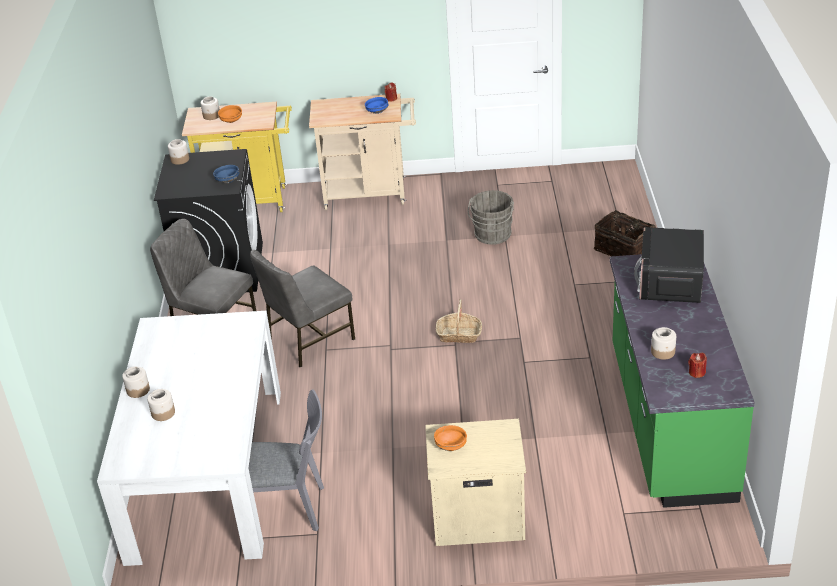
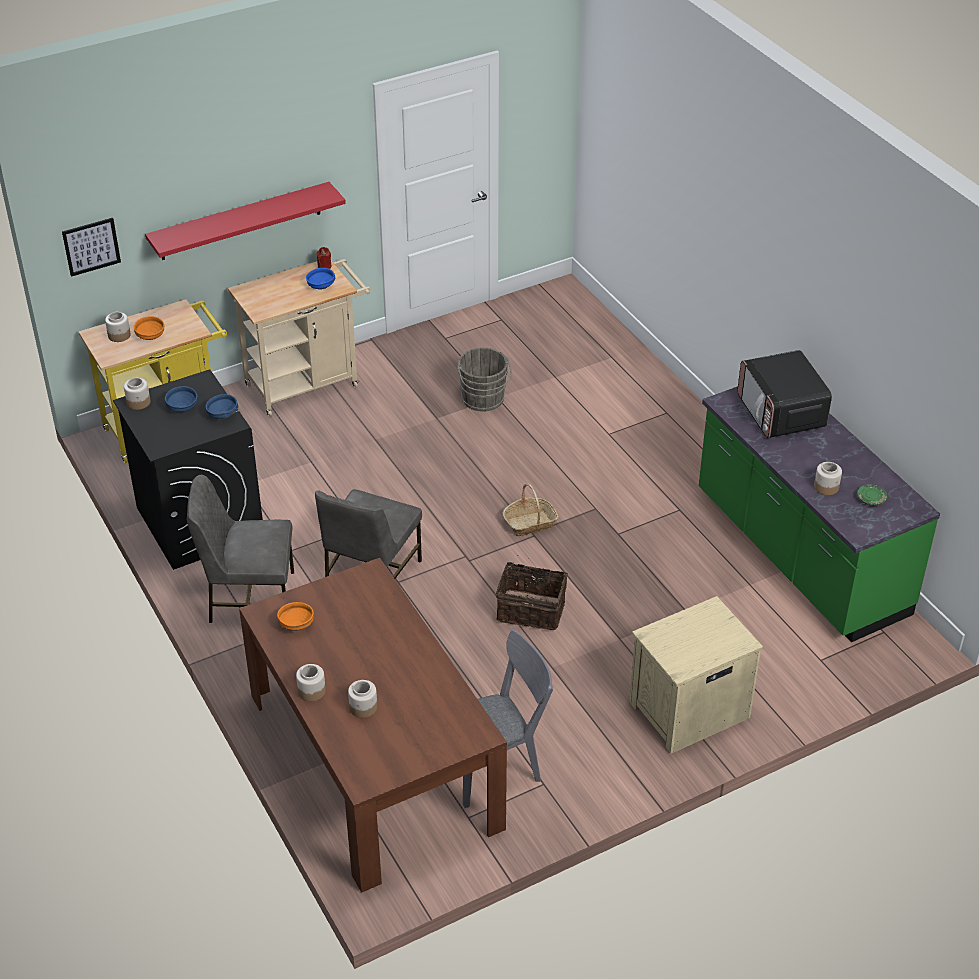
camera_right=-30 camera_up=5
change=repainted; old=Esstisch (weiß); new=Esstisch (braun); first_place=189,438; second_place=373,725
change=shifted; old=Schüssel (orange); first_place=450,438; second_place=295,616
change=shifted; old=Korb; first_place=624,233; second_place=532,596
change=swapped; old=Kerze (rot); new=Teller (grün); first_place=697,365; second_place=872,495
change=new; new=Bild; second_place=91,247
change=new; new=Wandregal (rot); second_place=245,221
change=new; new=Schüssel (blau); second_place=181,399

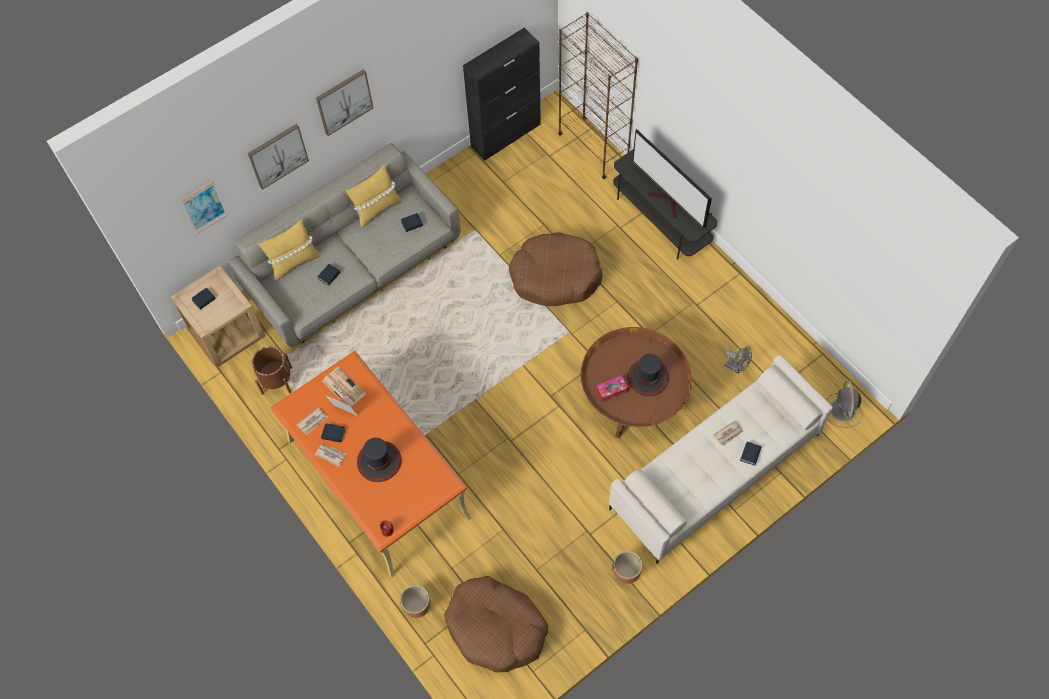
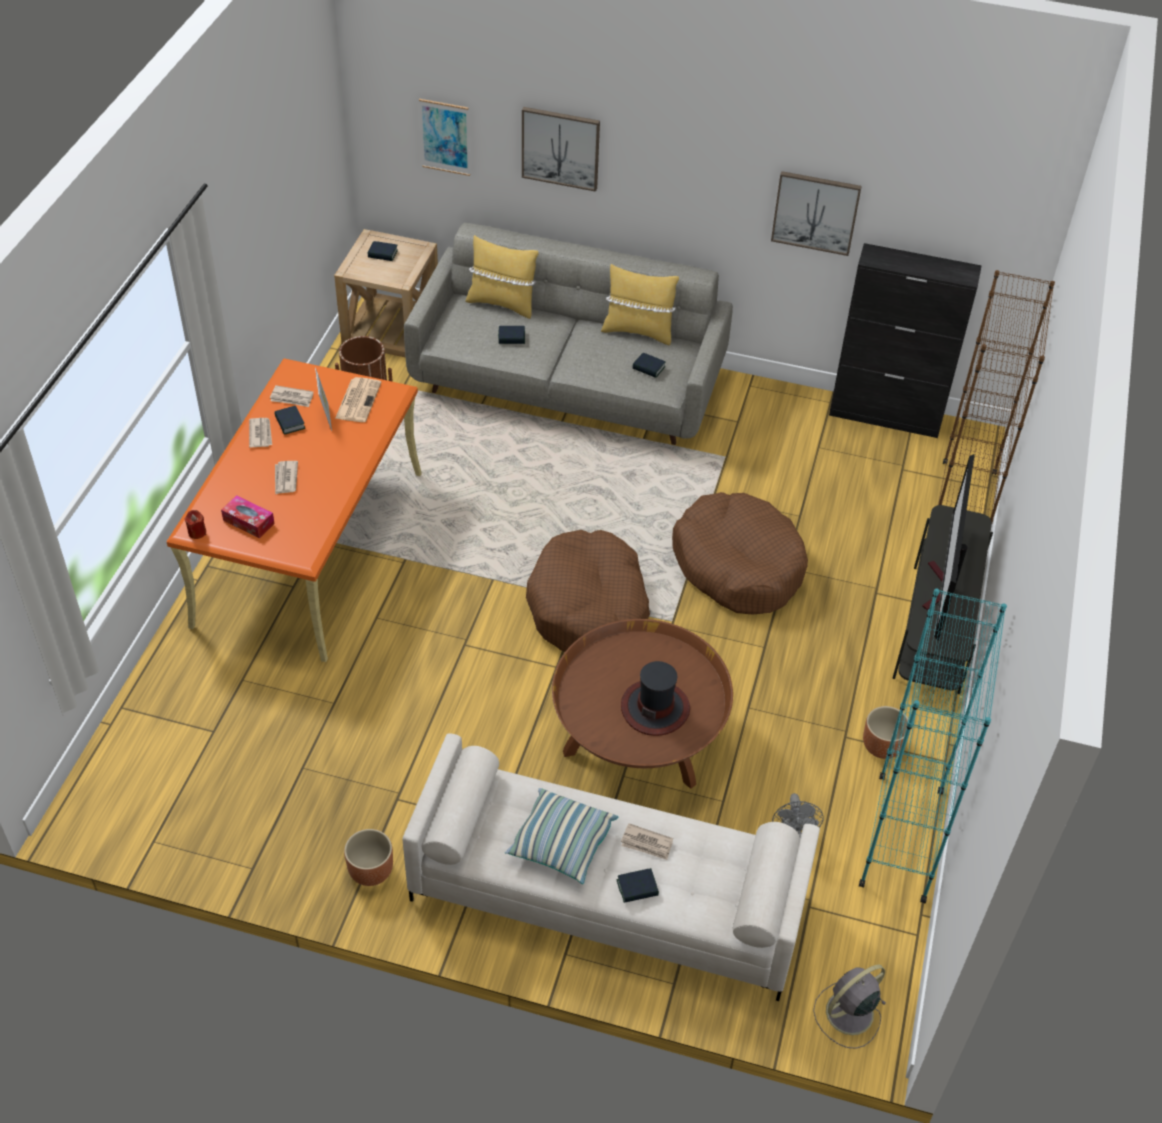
camera_right=50 camera_up=-15
change=shifted; old=Bild; first_place=344,102; second_place=816,213
change=swapped; old=Hut; new=Zeitung; first_place=379,460; second_place=286,478
change=shifted; old=Pflanzkübel (braun); first_place=415,601; second_place=886,732
change=shifted; old=Hundebett (braun); first_place=496,624; second_place=588,591
change=shifted; old=Taschentuchbox; first_place=612,388; second_place=248,516
change=new; new=Kissen; second_place=561,836
change=new; new=Bücherregal (türkis); second_place=933,745

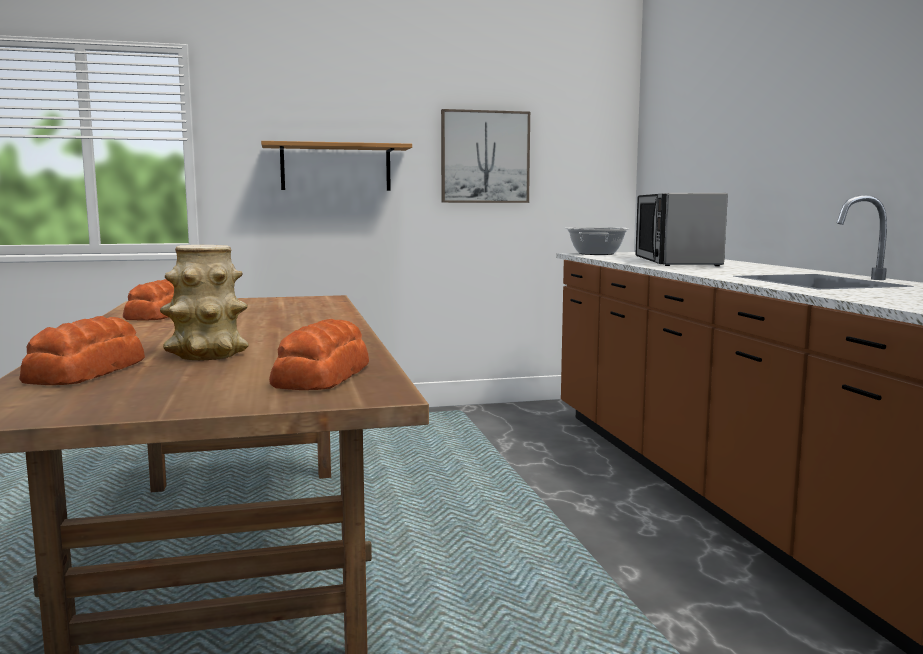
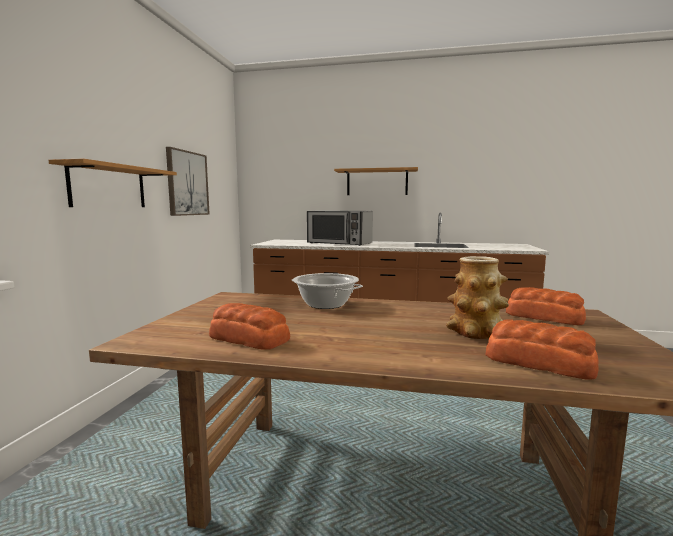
camera_right=-65 camera_up=0
change=shifted; old=Kochtopf; first_place=597,241; second_place=327,291
change=new; new=Wandregal; second_place=376,181

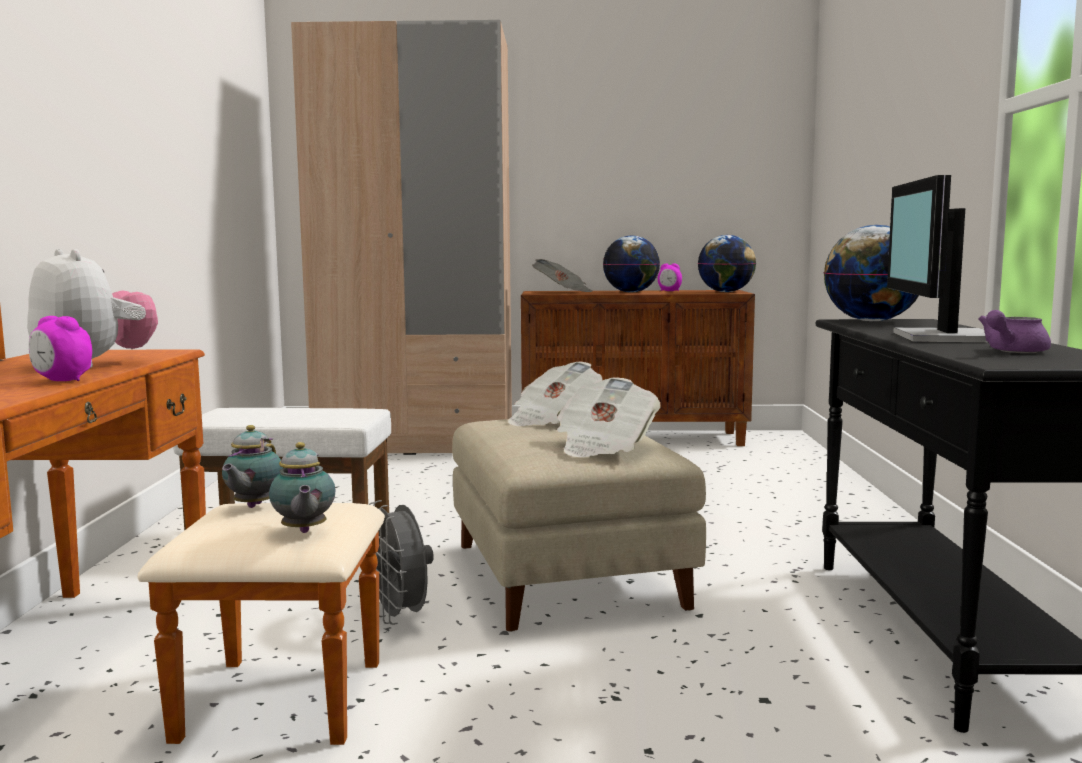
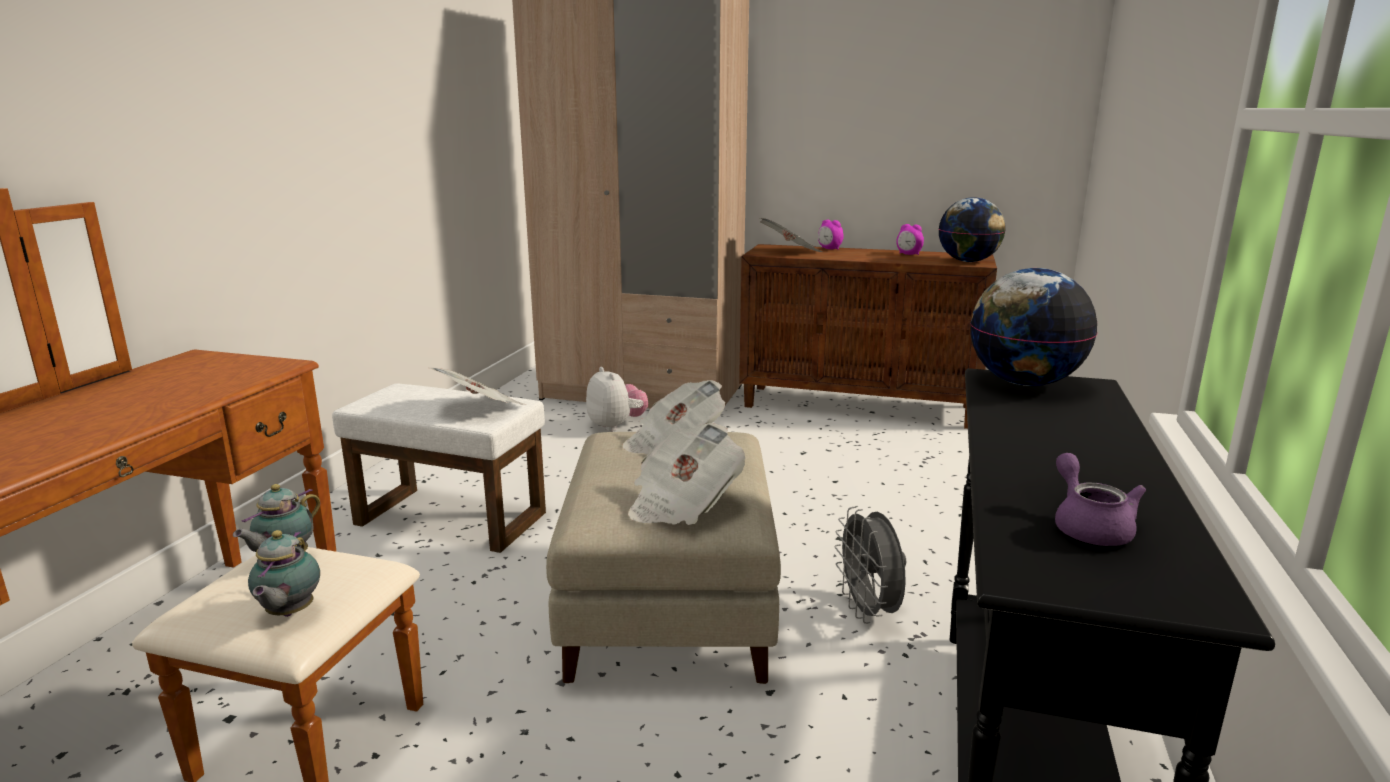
camera_right=15 camera_up=10
change=shifted; old=Plüschtier; first_place=92,308; second_place=617,399
change=shifted; old=Wecker; first_place=60,348; second_place=831,234
change=shifted; old=Ventilator (grau); first_place=401,562; second_place=870,565
change=gone; old=Globus; first_place=631,264
change=gone; old=Monitor; first_place=937,258
change=rotated; old=Teekanne (lila); first_place=1014,331; second_place=1100,499; degrees=105
change=new; new=Zeitung; second_place=477,386

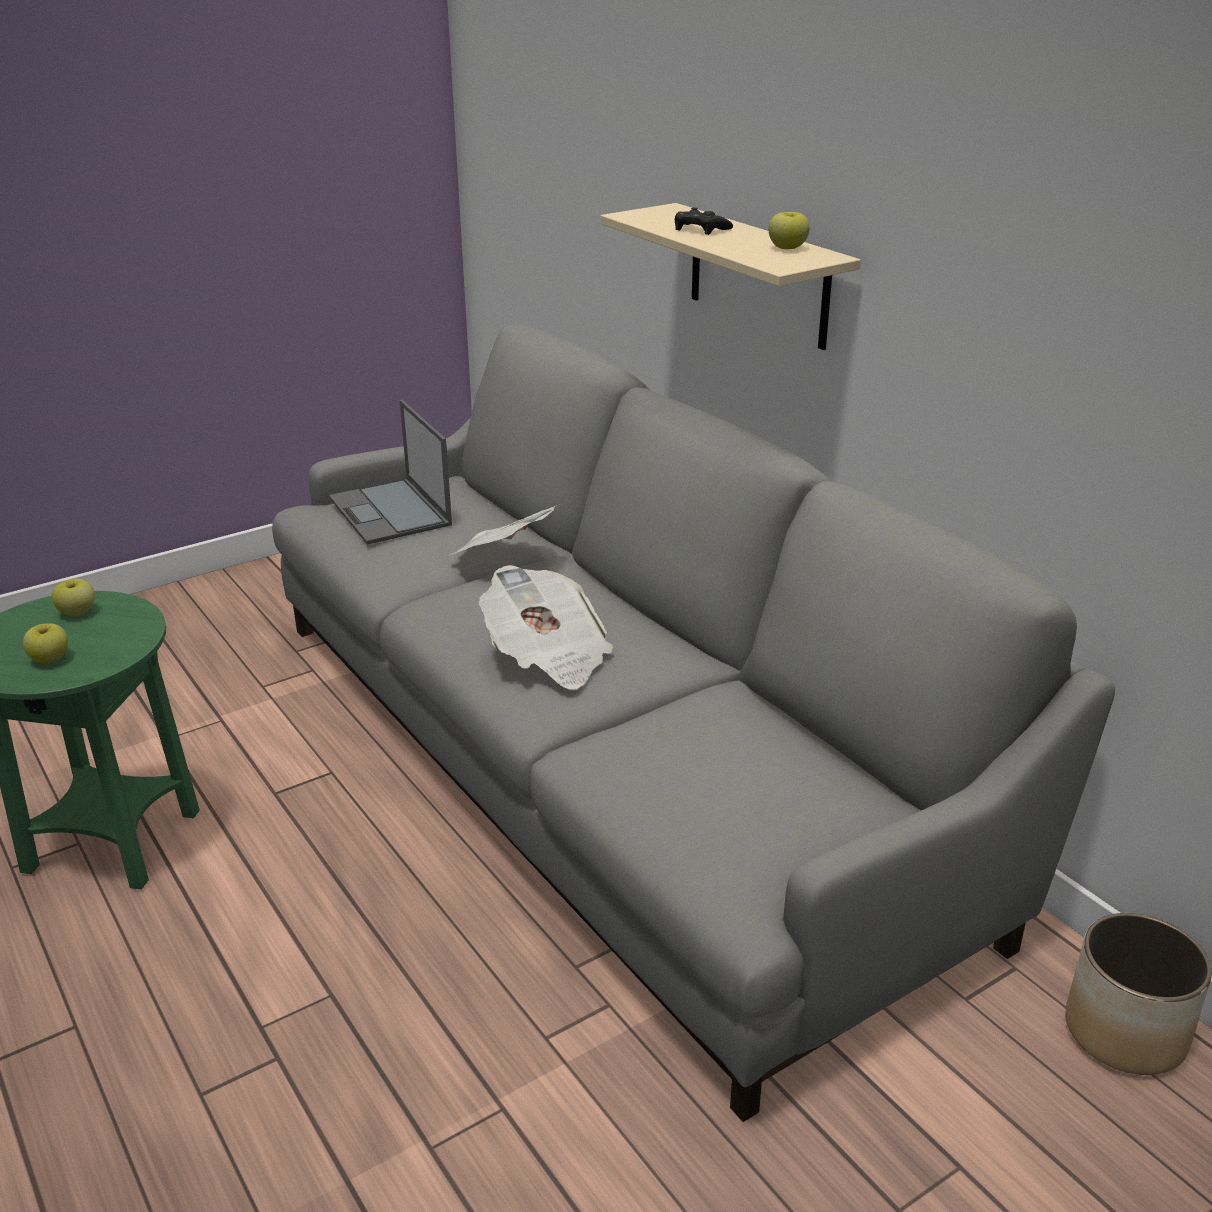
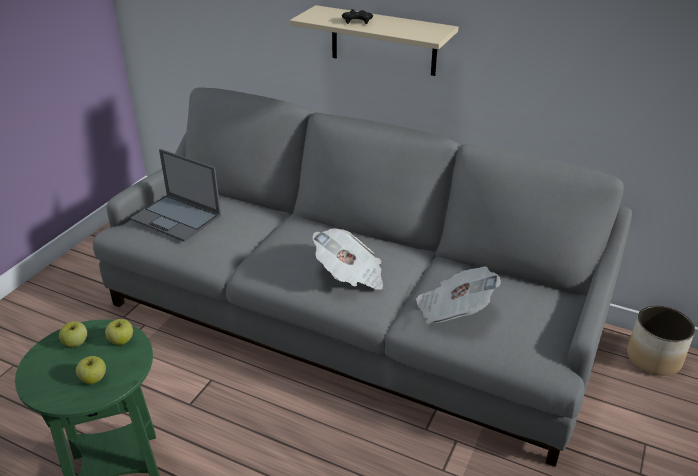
camera_right=-30 camera_up=5
change=shifted; old=Zeitung; first_place=505,529; second_place=458,295
change=shifted; old=Apfel; first_place=789,230; second_place=119,332

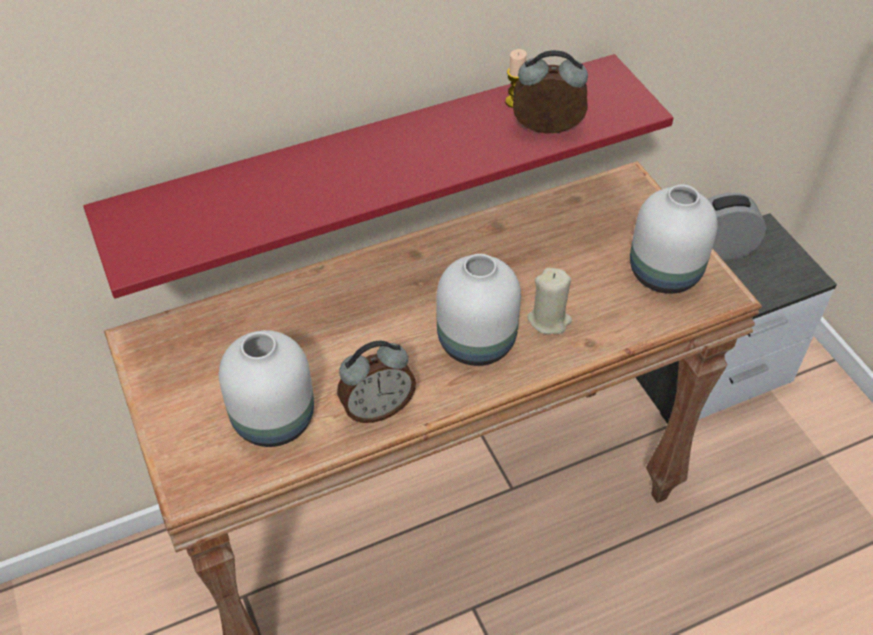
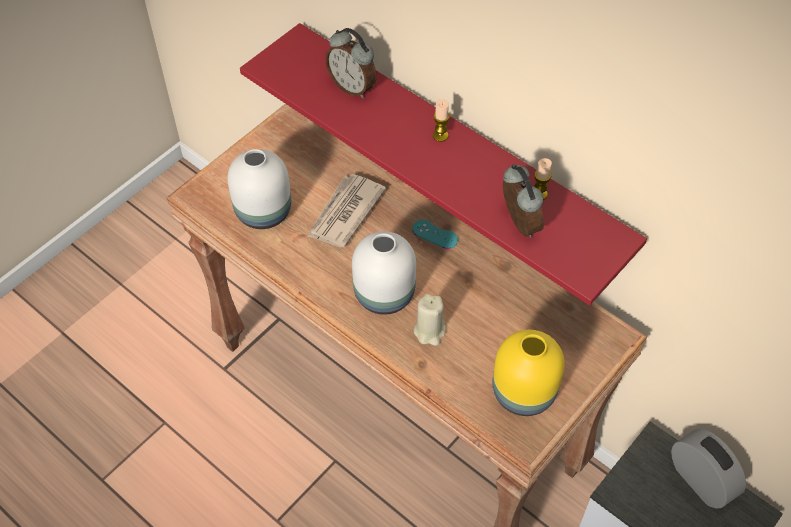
camera_right=65 camera_up=5
change=shifted; old=Wecker; first_place=376,381; second_place=351,63
change=repainted; old=Vase (weiß); new=Vase (gelb); first_place=674,239; second_place=528,373
change=new; new=Zeitung; second_place=346,210
change=new; new=Gamepad (türkis); second_place=435,234
change=new; new=Kerze; second_place=441,120

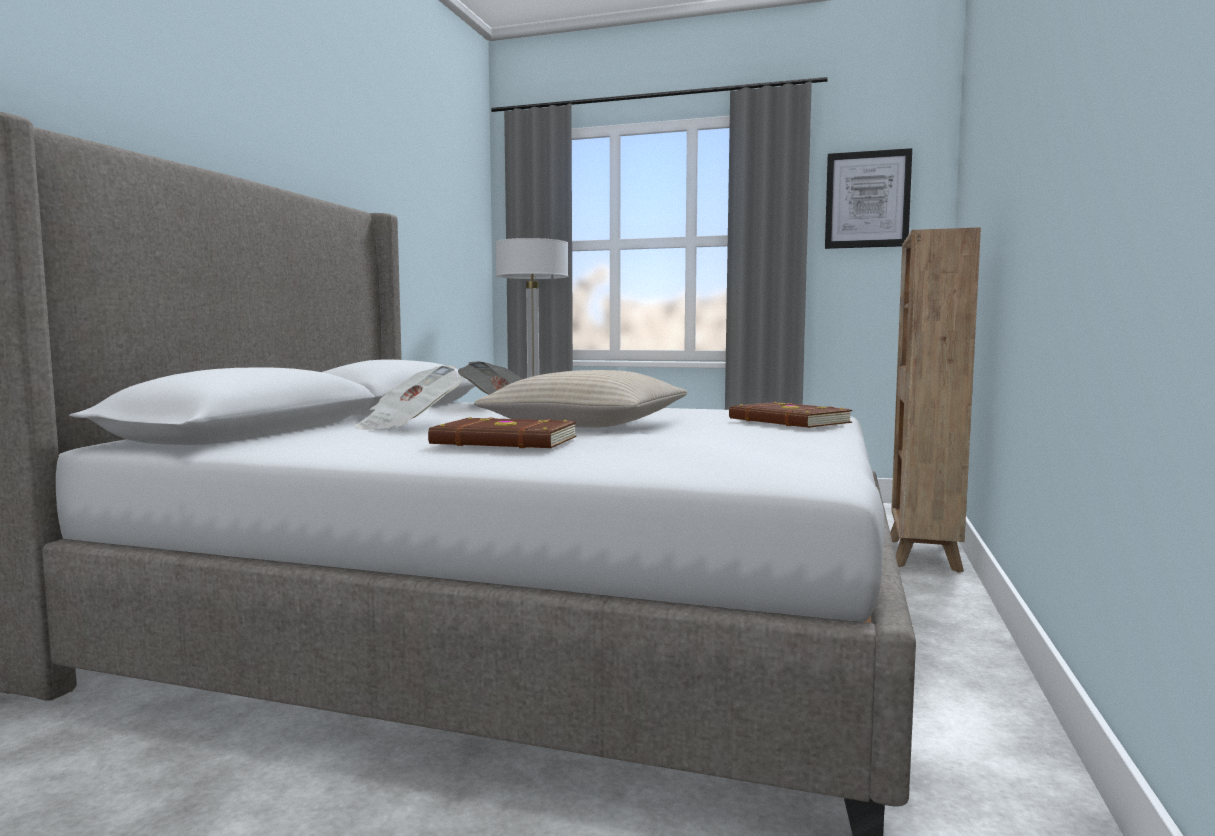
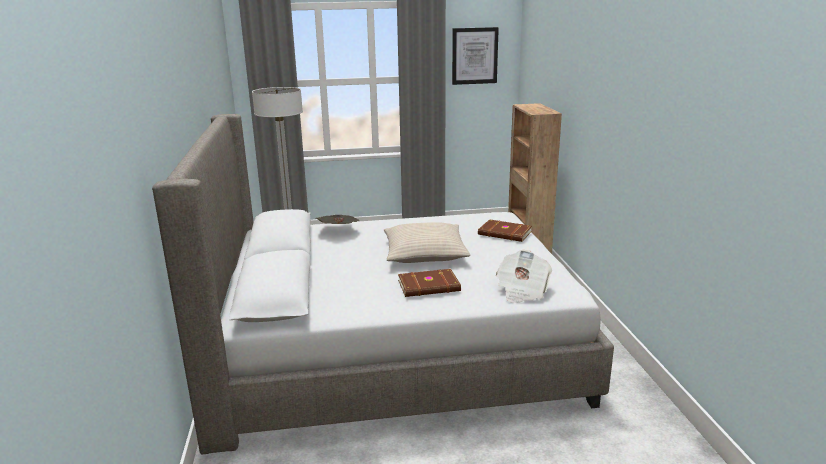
camera_right=-25 camera_up=15
change=shifted; old=Zeitung; first_place=409,397; second_place=524,276

